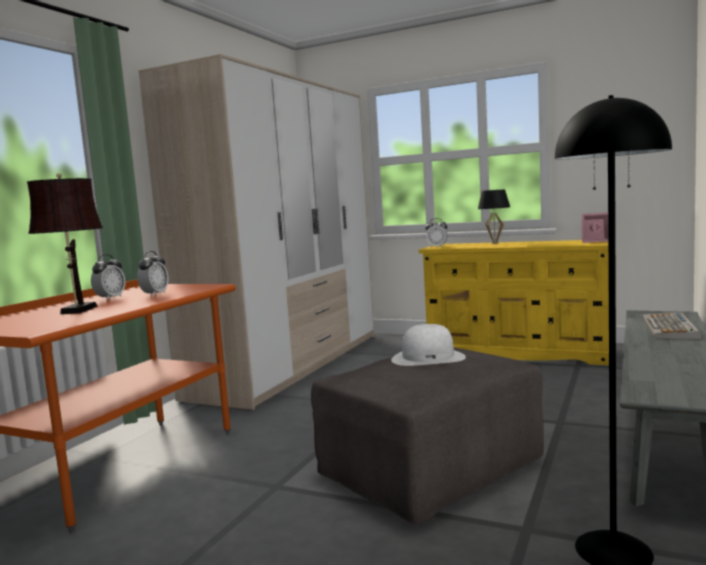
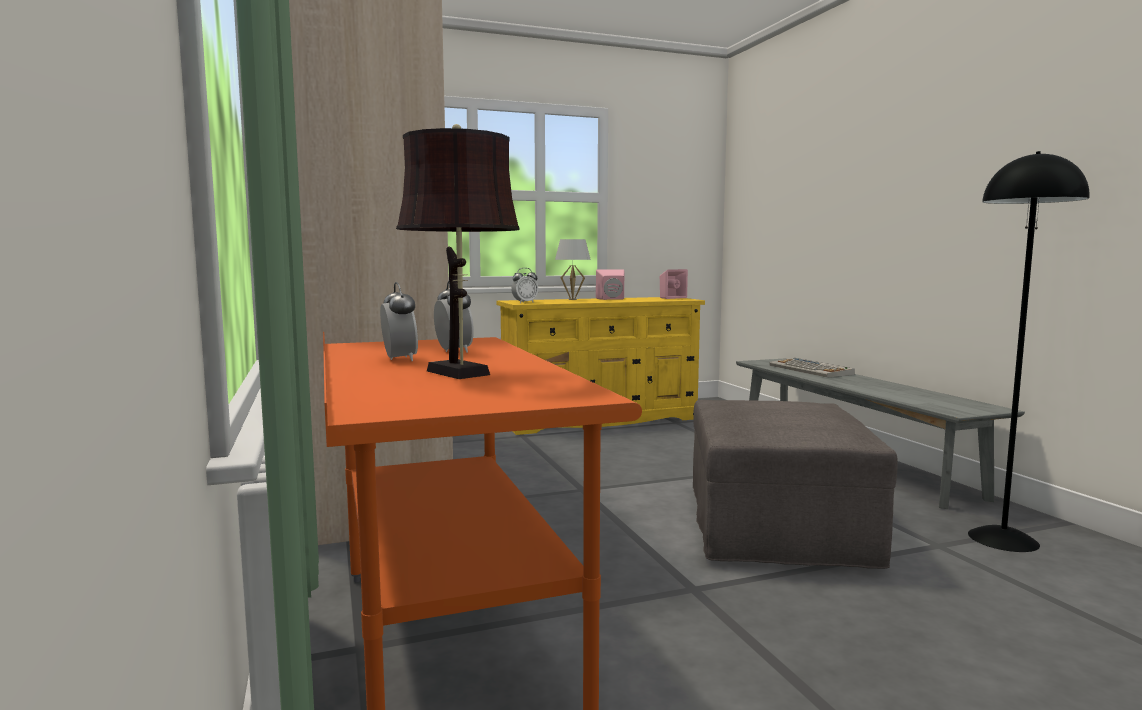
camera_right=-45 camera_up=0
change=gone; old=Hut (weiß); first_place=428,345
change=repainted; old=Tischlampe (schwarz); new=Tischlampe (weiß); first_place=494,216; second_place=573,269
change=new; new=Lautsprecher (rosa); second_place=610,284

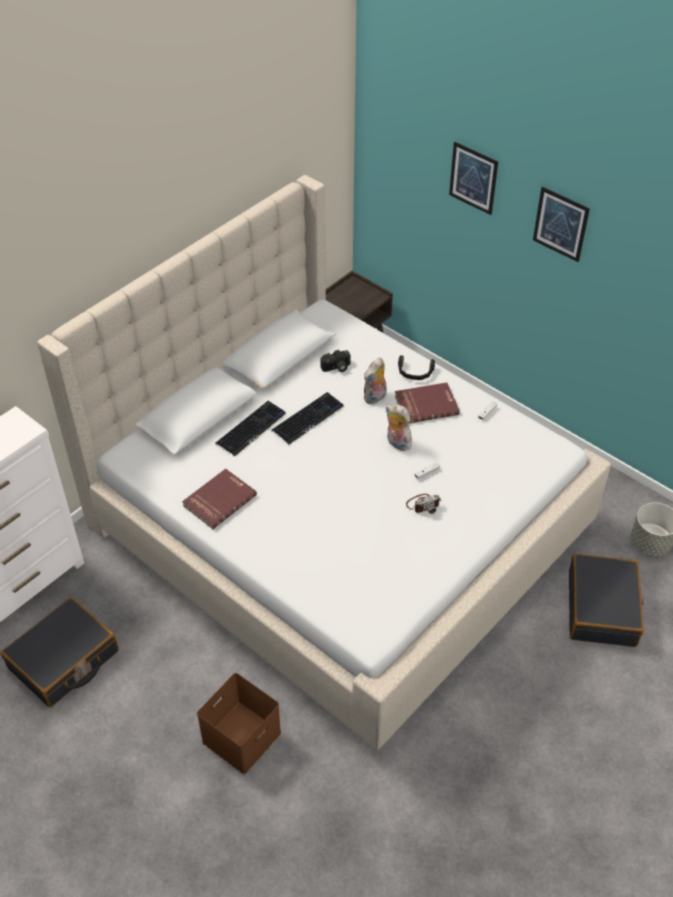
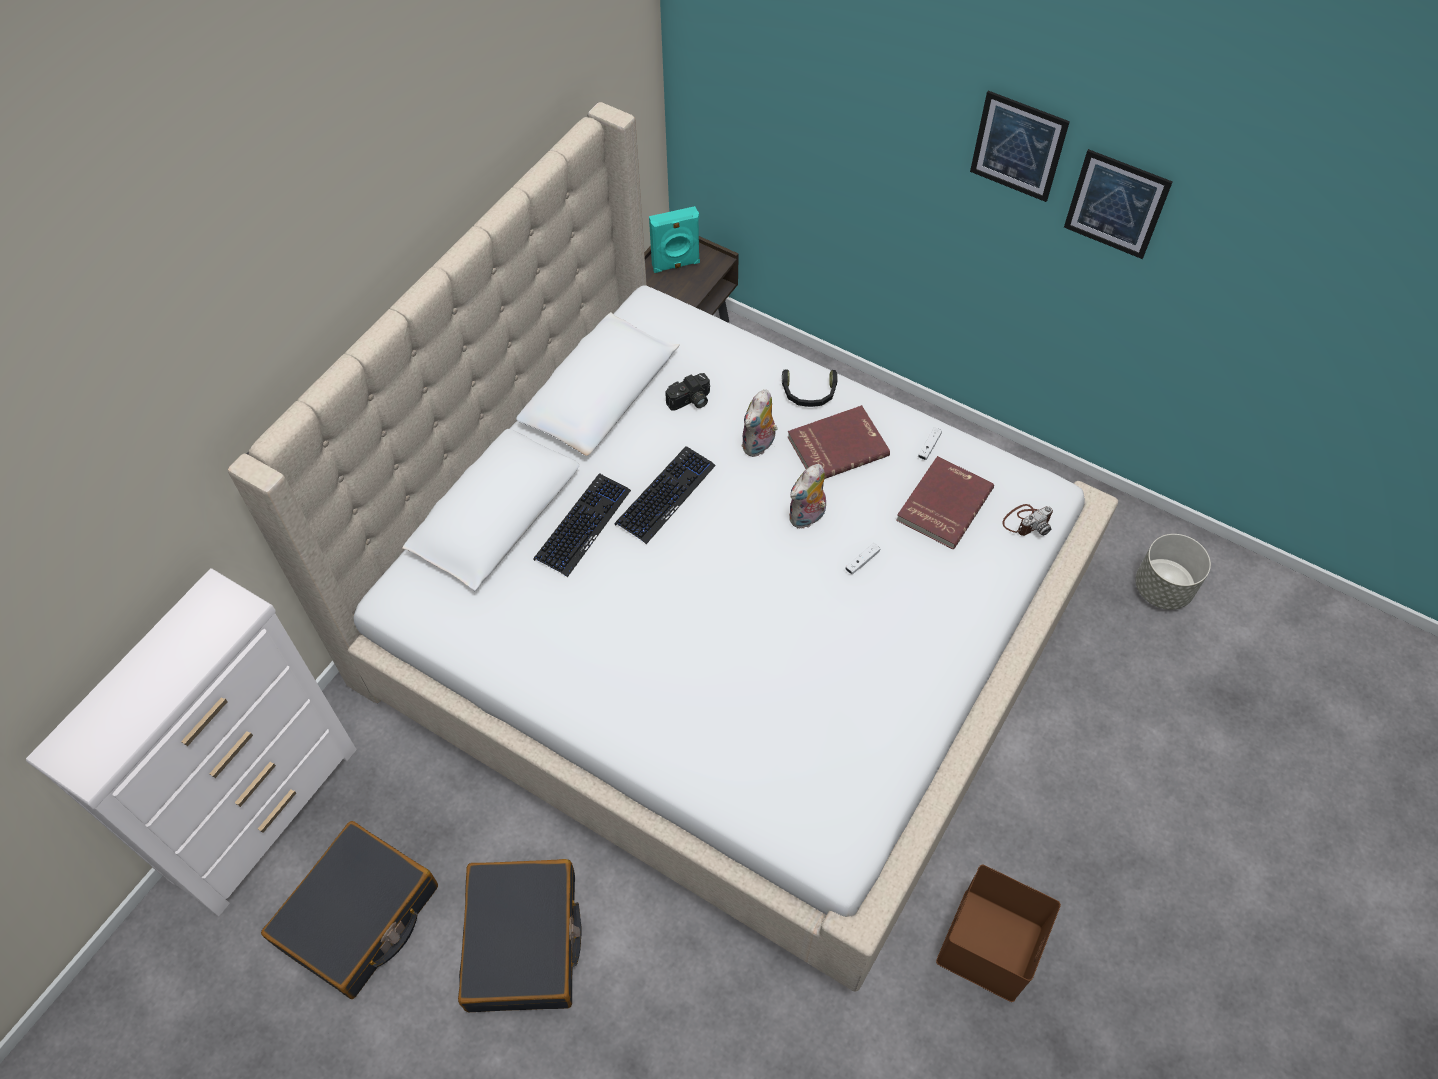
camera_right=-10 camera_up=10
change=shifted; old=Buch (rot); first_place=219,499; second_place=945,502
change=shifted; old=Aufbewahrungsbox (braun); first_place=239,723; second_place=998,933
change=rotated; old=Plüschtier; first_place=399,427; second_place=807,496; degrees=-75
change=shifted; old=Kamera; first_place=423,504; second_place=1027,520
change=shifted; old=Bild; first_place=473,178; second_place=1118,204
change=shifted; old=Koffer (schwarz); first_place=606,600; second_place=519,935
change=new; new=Lautsprecher (türkis); second_place=674,239

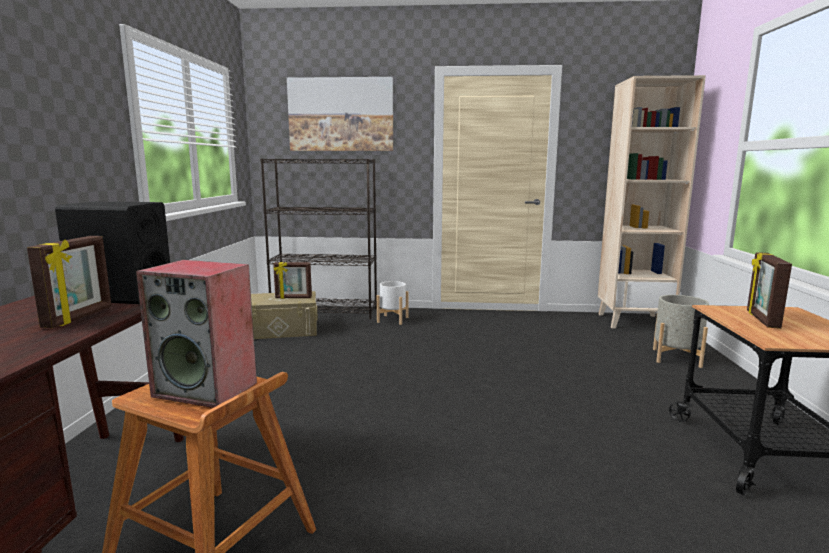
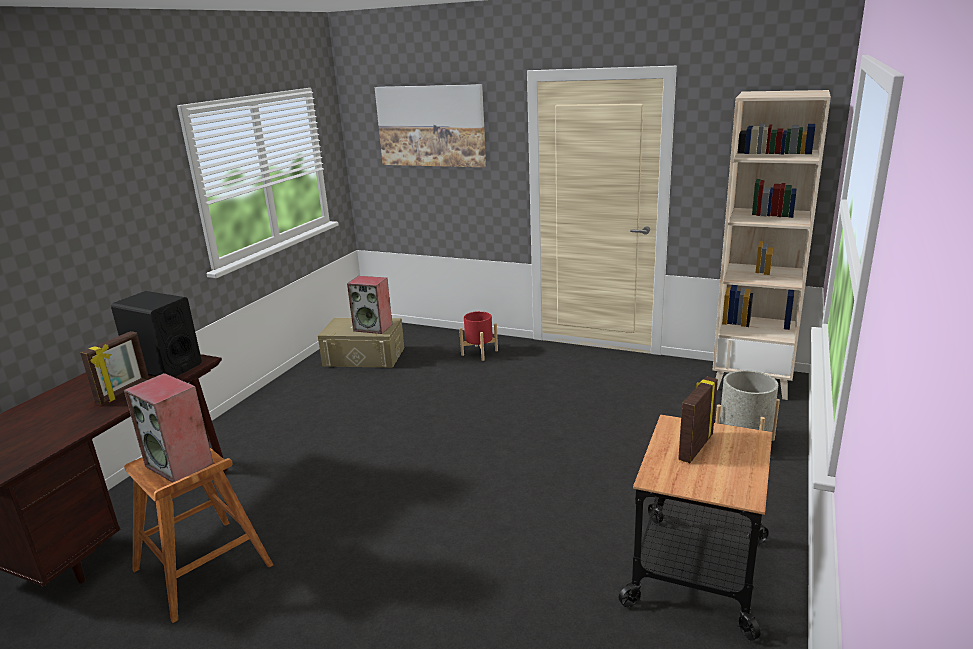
camera_right=20 camera_up=10
change=gone; old=Bücherregal (schwarz); first_place=318,238
change=swapped; old=Bilderrahmen; new=Lautsprecher; first_place=292,280; second_place=369,305
change=repainted; old=Pflanzkübel (weiß); new=Pflanzkübel (rot); first_place=393,303; second_place=478,336

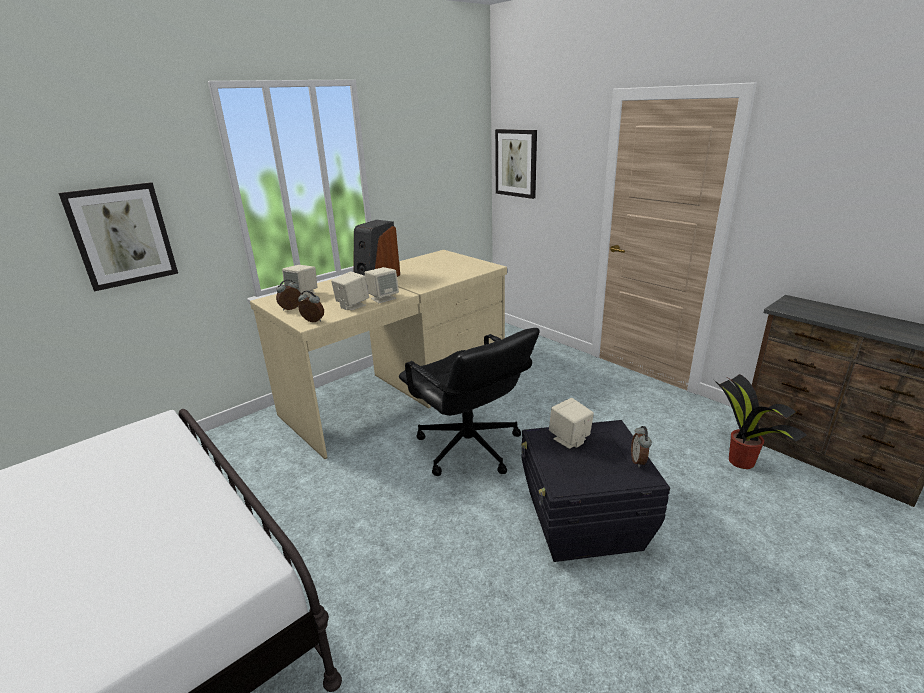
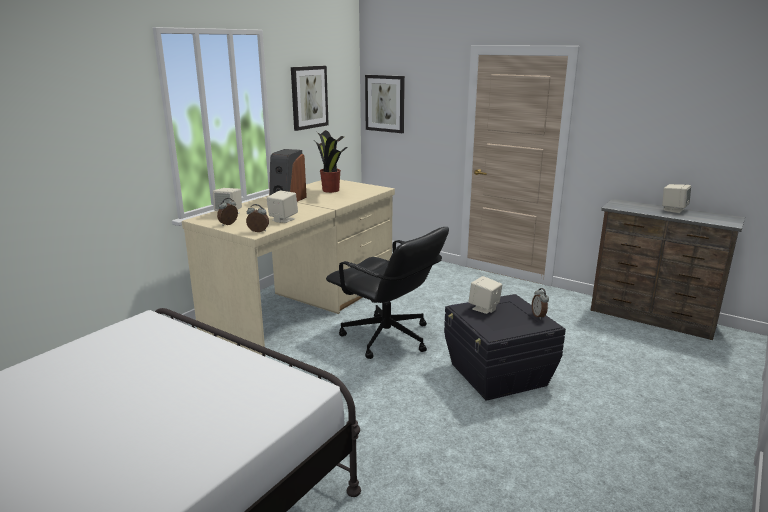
camera_right=-15 camera_up=-5
change=shifted; old=Bild; first_place=118,236; second_place=310,98
change=shifted; old=Lautsprecher (beige); first_place=382,285; second_place=676,198
change=shifted; old=Topfpflanze; first_place=760,421; second_place=331,161

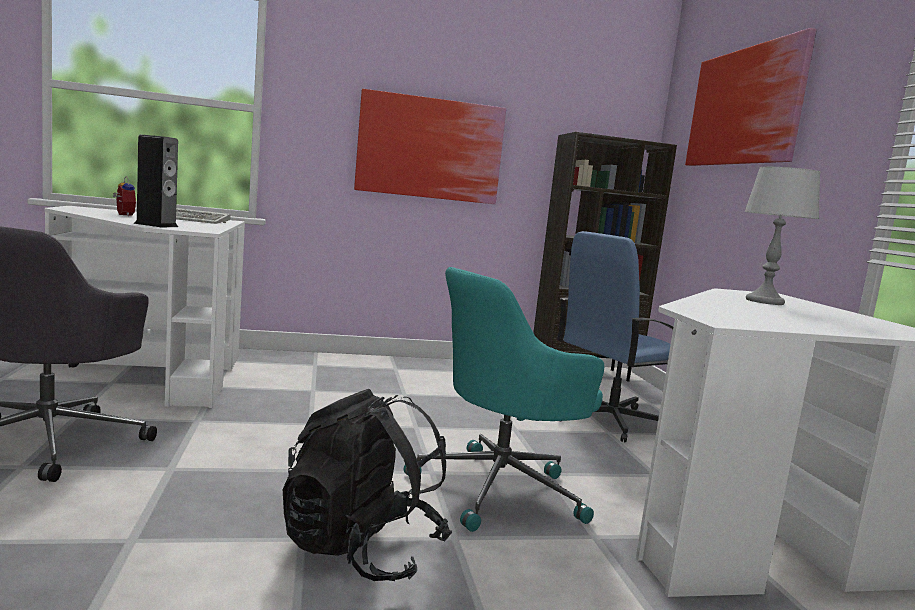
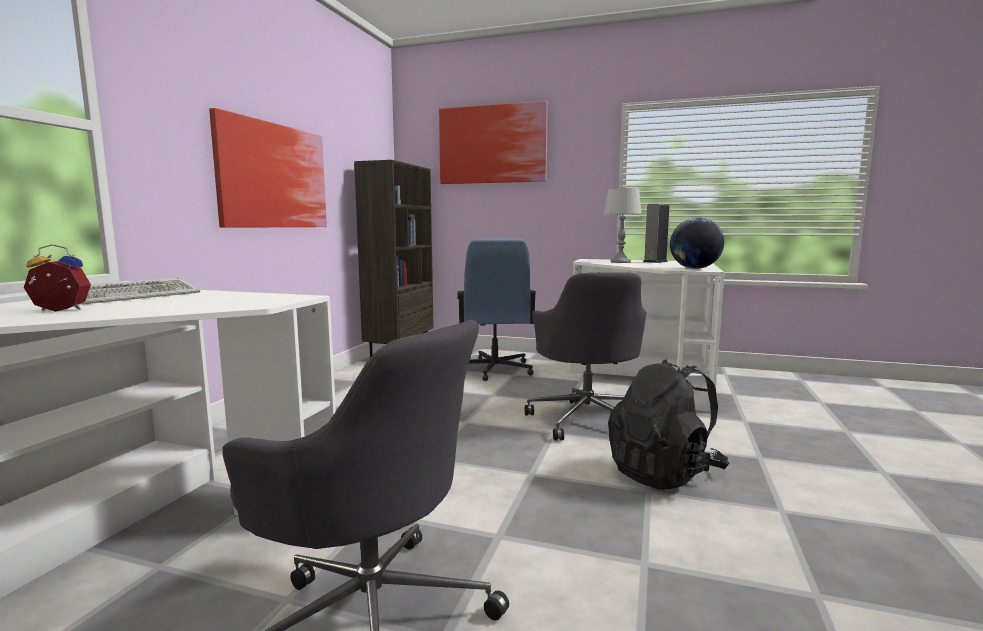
camera_right=-60 camera_up=0
change=shifted; old=Lautsprecher; first_place=156,180; second_place=656,233
change=repainted; old=Bürostuhl (türkis); new=Bürostuhl (grau); first_place=504,399; second_place=586,356
change=new; new=Globus; second_place=697,243

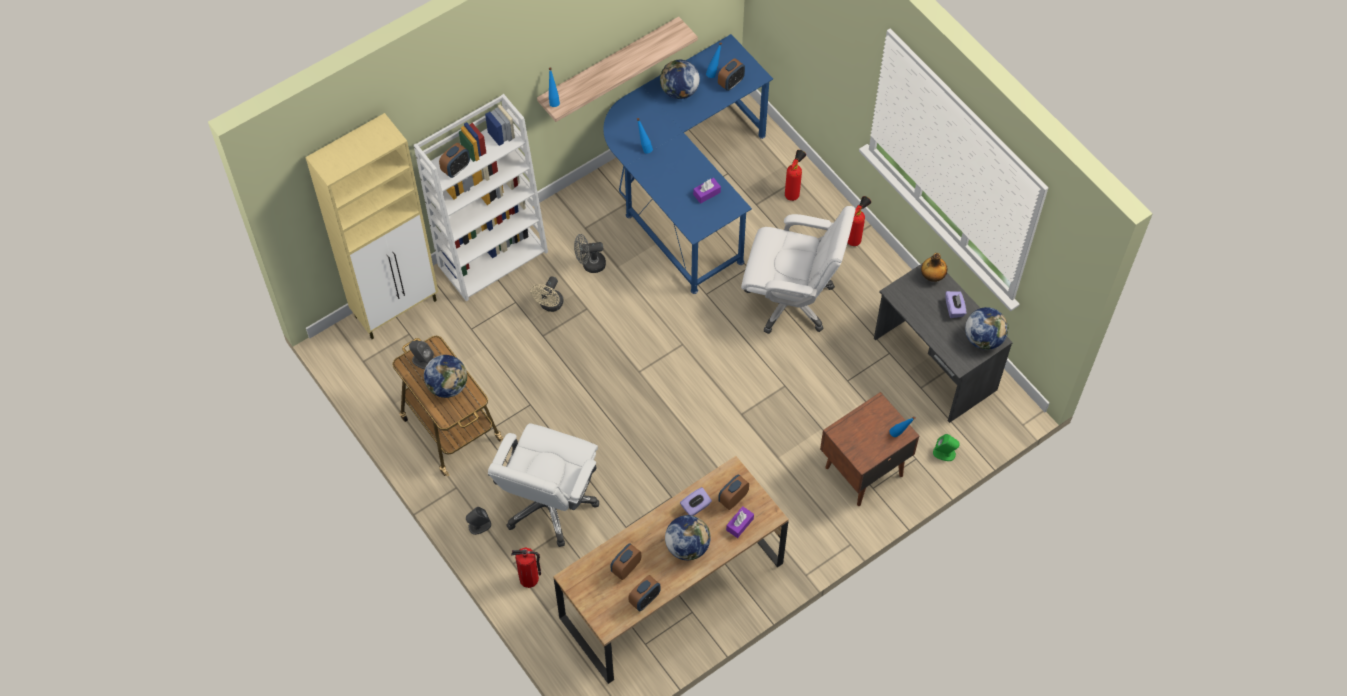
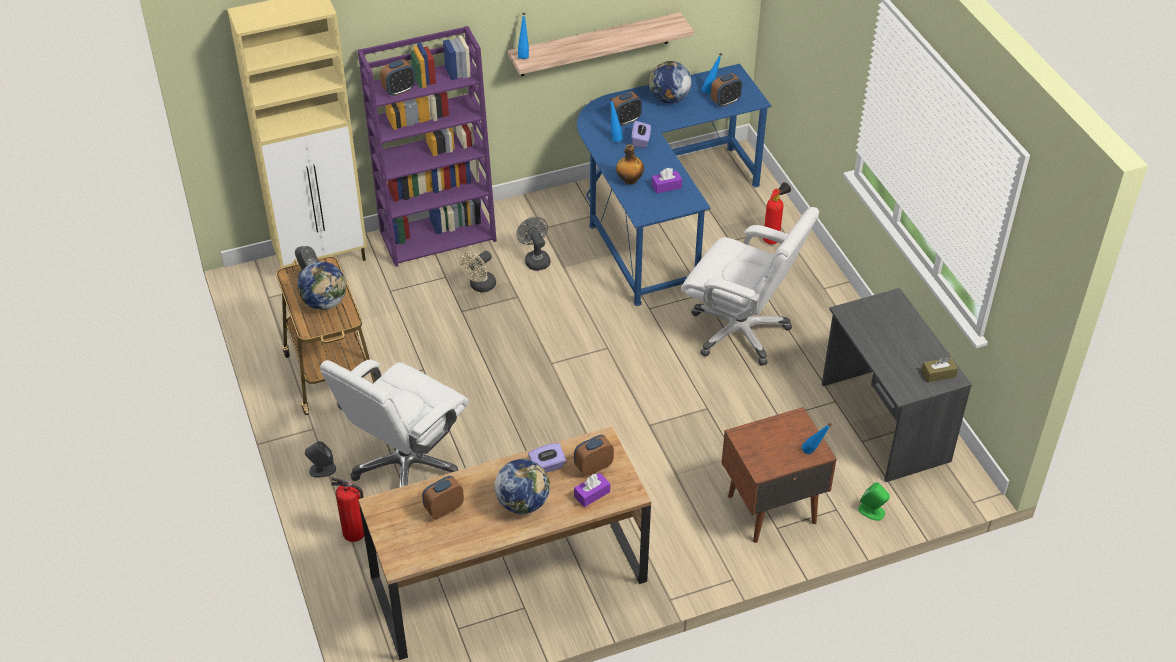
camera_right=15 camera_up=-15
change=repainted; old=Bücherregal (weiß); new=Bücherregal (lila); first_place=481,198; second_place=427,146
change=rotated; old=Ventilator (grau); first_place=590,253; second_place=533,244; degrees=60
change=shifted; old=Wecker; first_place=644,593; second_place=626,109
change=gone; old=Feuerlöscher; first_place=859,221
change=shifted; old=Flasche; first_place=934,267; second_place=630,164
change=shifted; old=Taschentuchbox (lila); first_place=955,304; second_place=641,134
change=swapped; old=Globus; new=Taschentuchbox (braun); first_place=987,328; second_place=940,369

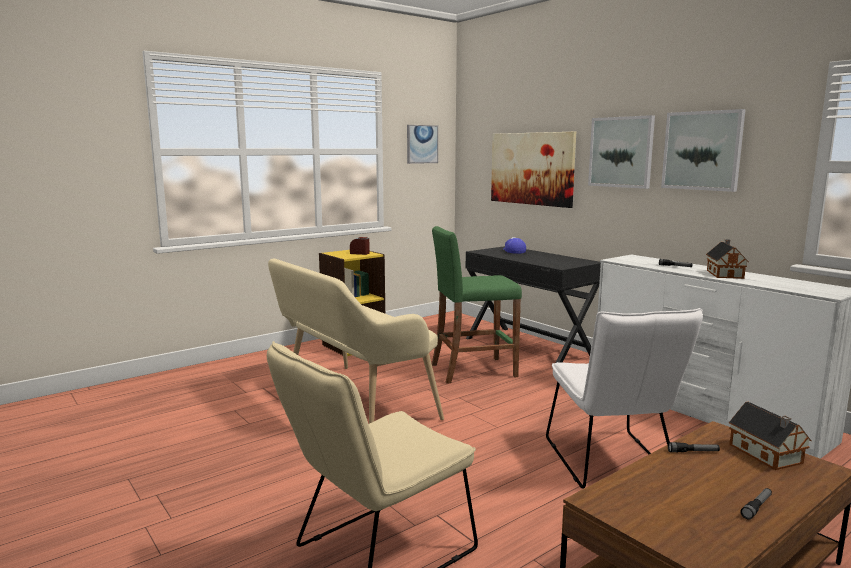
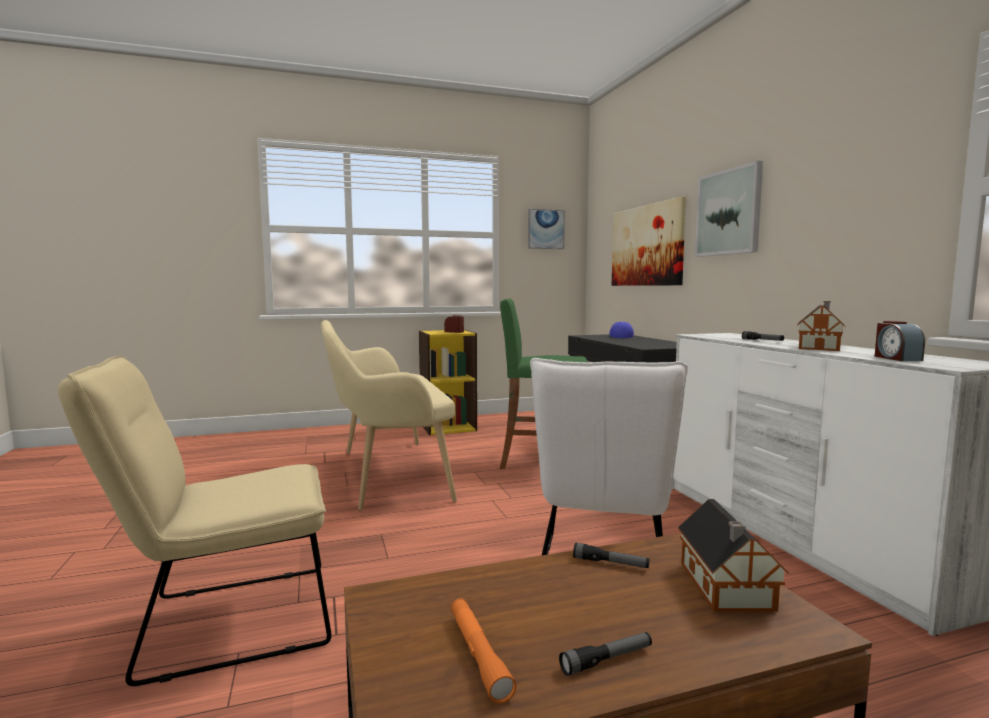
camera_right=20 camera_up=-5
change=gone; old=Bild; first_place=703,150
change=new; new=Taschenlampe (orange); second_place=483,651
change=new; new=Wecker; second_place=900,341

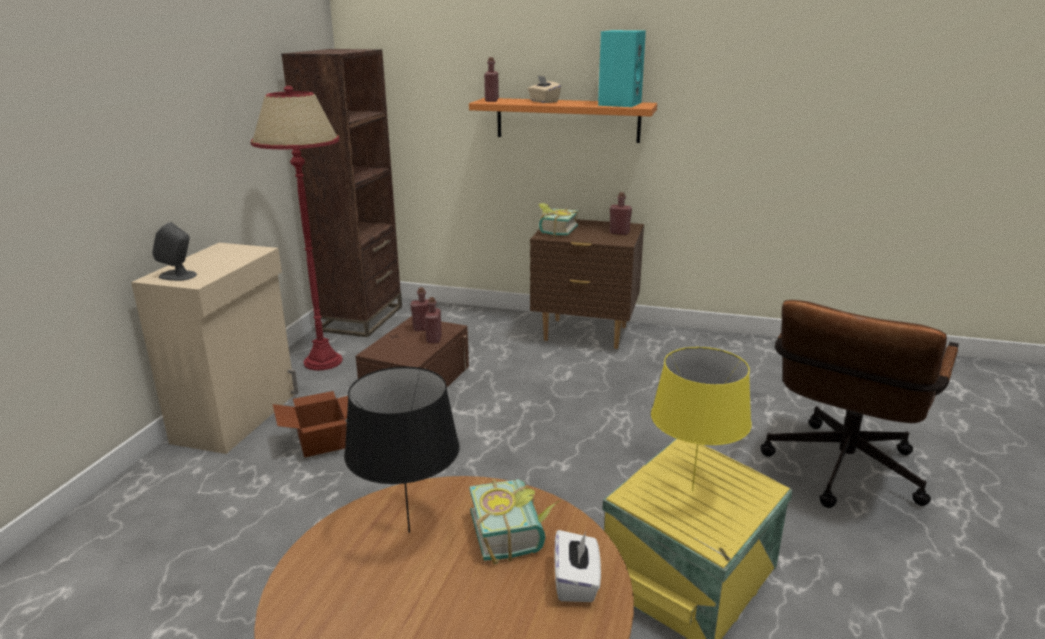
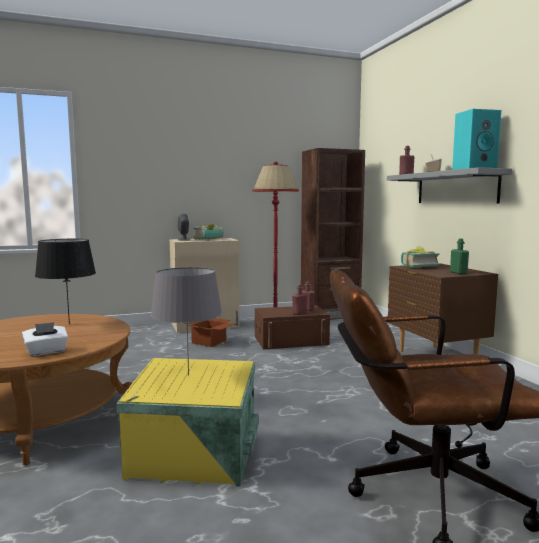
camera_right=55 camera_up=-15
change=repainted; old=Wandregal (orange); new=Wandregal (grau); first_place=563,120; second_place=449,185
change=shifted; old=Buch; first_place=515,521; second_place=209,232
change=repainted; old=Flasche (rot); new=Flasche (grün); first_place=620,213; second_place=459,256
change=repainted; old=Tischlampe (gelb); new=Tischlampe (grau); first_place=701,419; second_place=186,321

